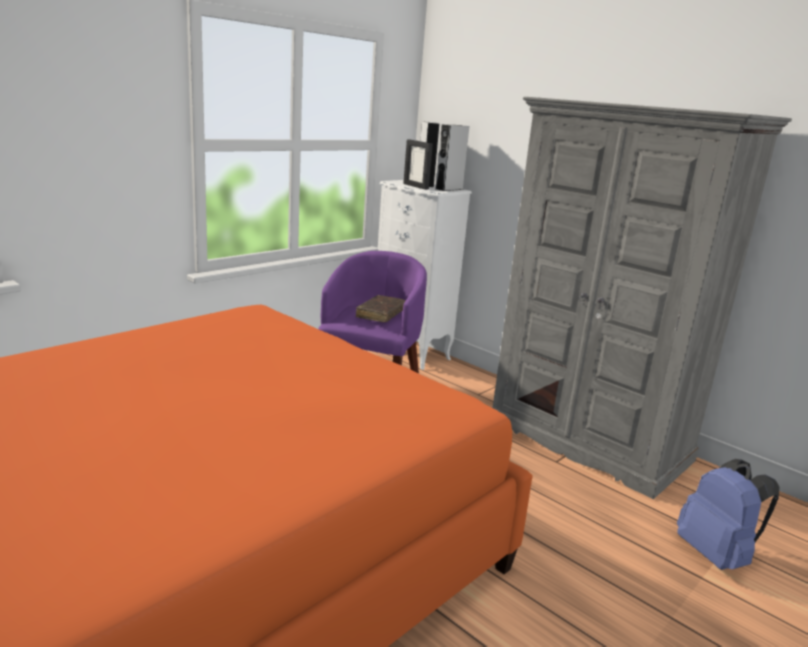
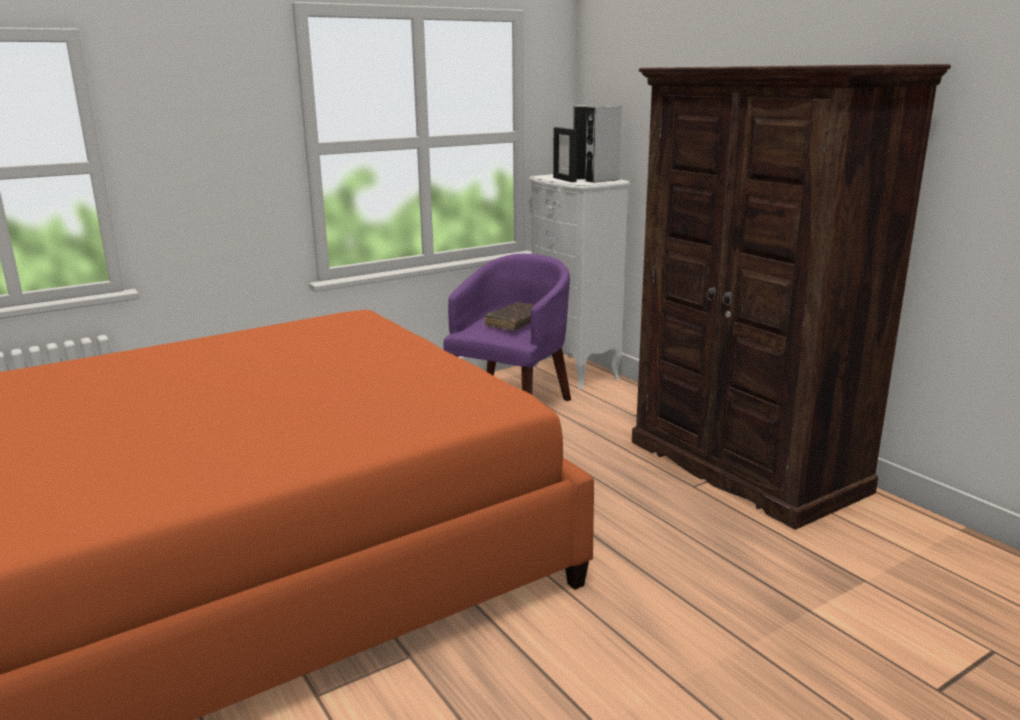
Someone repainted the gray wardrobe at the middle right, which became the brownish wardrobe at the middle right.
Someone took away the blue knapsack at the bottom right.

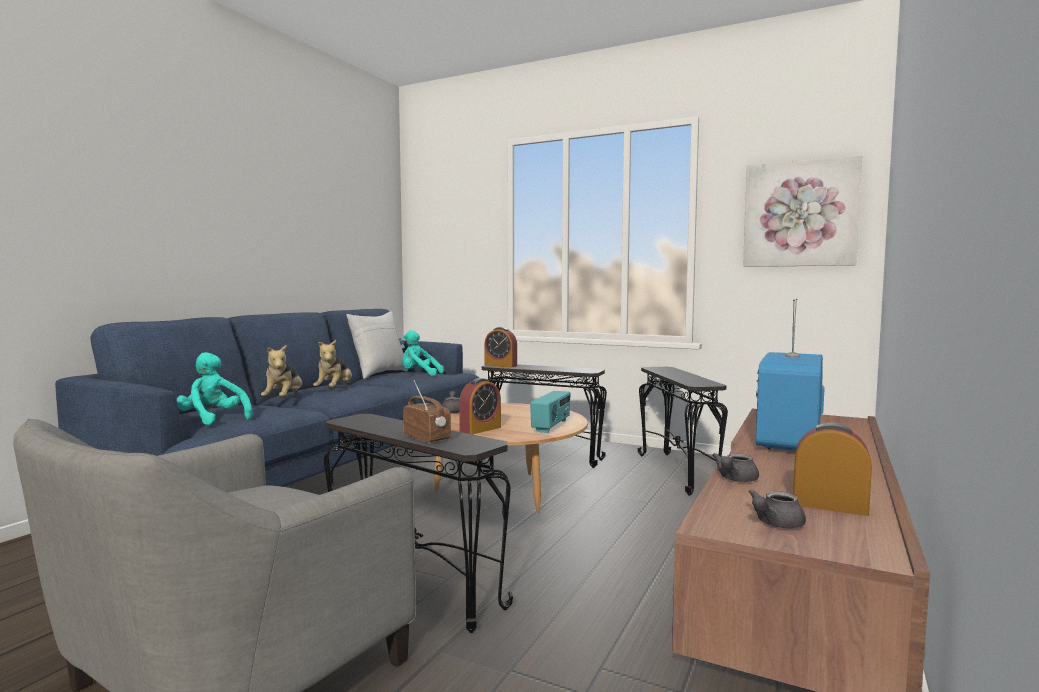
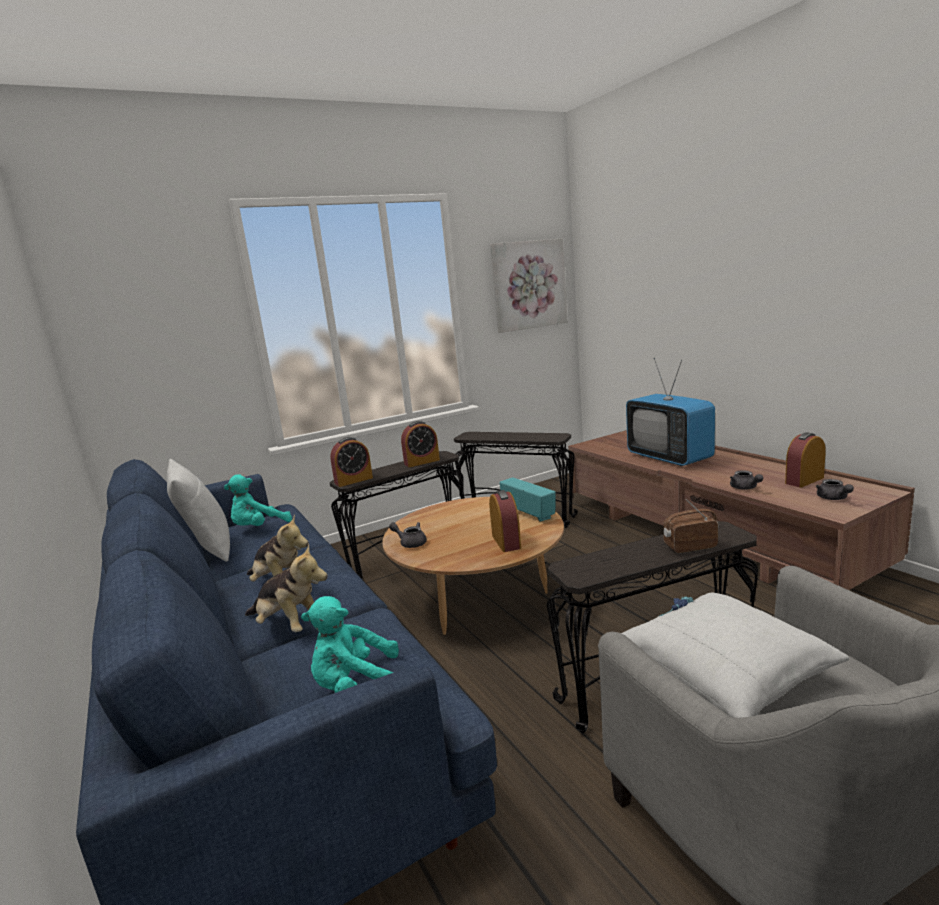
Someone put down the alarm clock (2nd from left) at the centre.
Someone put down the gray throw pillow (2nd from left) at the bottom right.

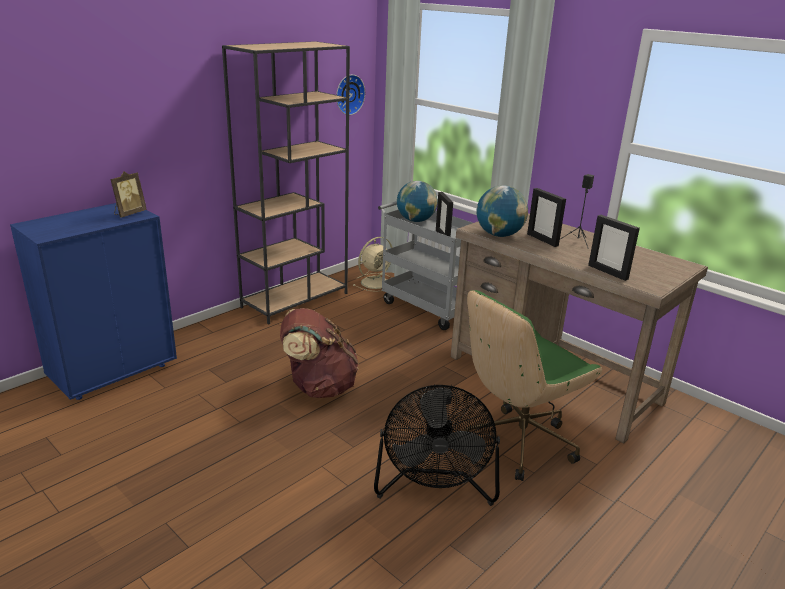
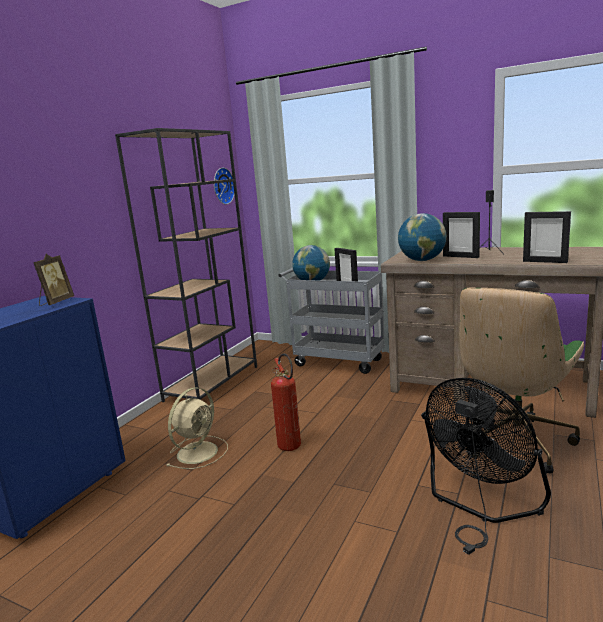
Someone carried the beige cooling fan from the centre to the bottom left.
Someone swapped the brownish knapsack at the centre for the extinguisher at the centre.
Someone rotated the black cooling fan at the bottom centre by 120 degrees counterclockwise.

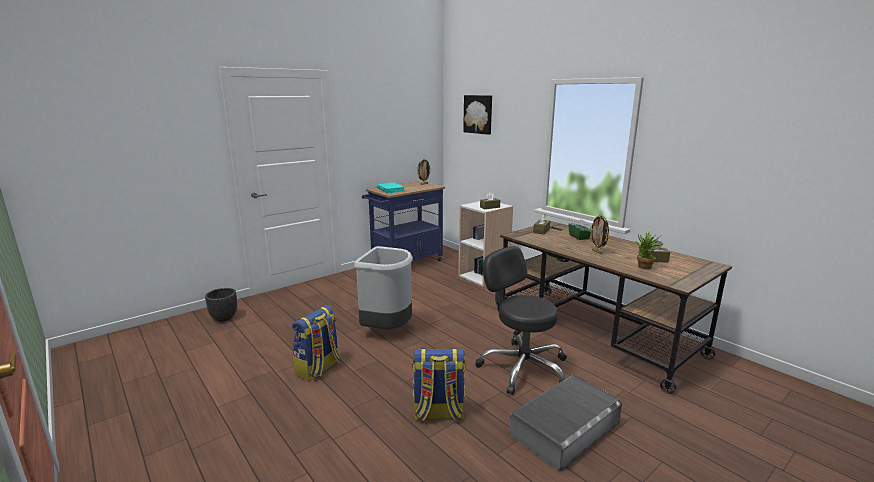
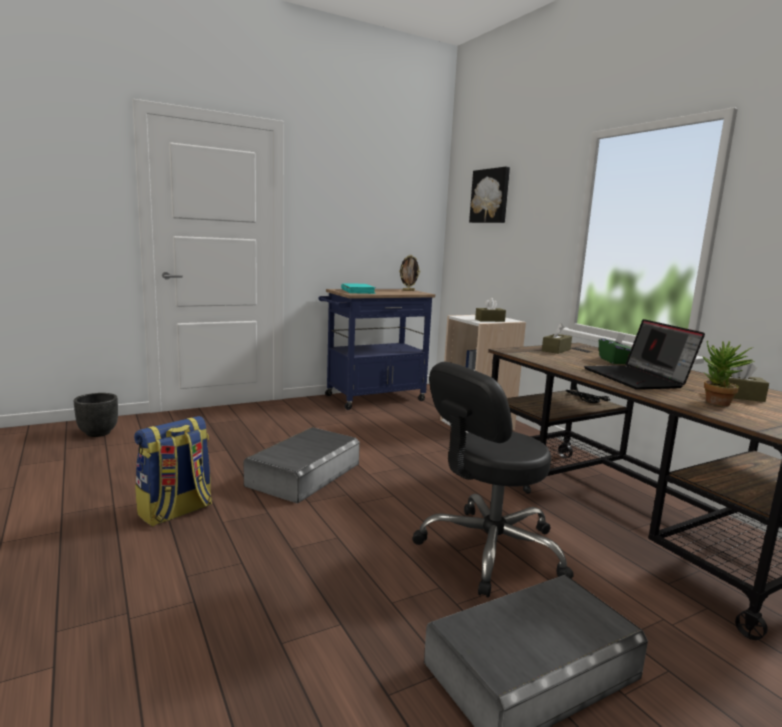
Someone swapped the picture frame (2nd from left) at the middle right for the laptop at the middle right.
Someone swapped the gray trash can at the centre for the gray storage bin (1st from left) at the centre.
Someone rotated the black desk chair at the centre by 90 degrees counterclockwise.
Someone took away the knapsack (2nd from left) at the bottom centre.

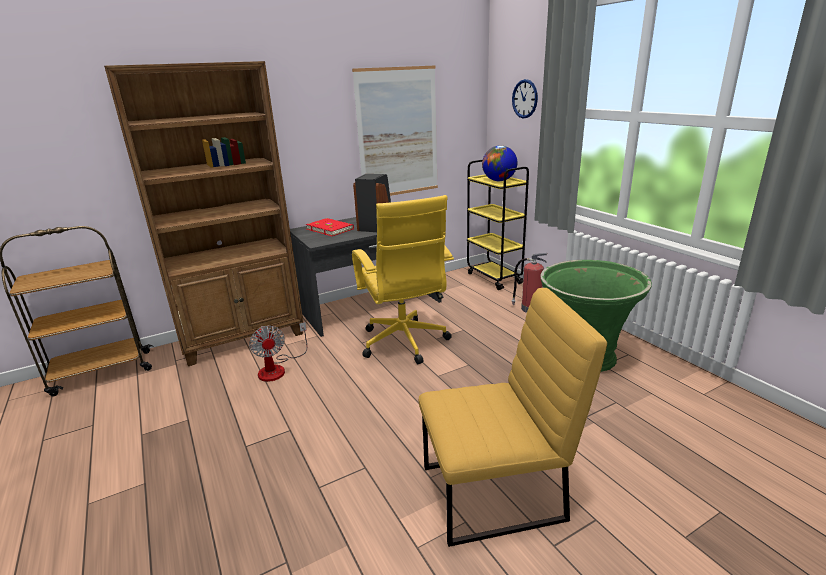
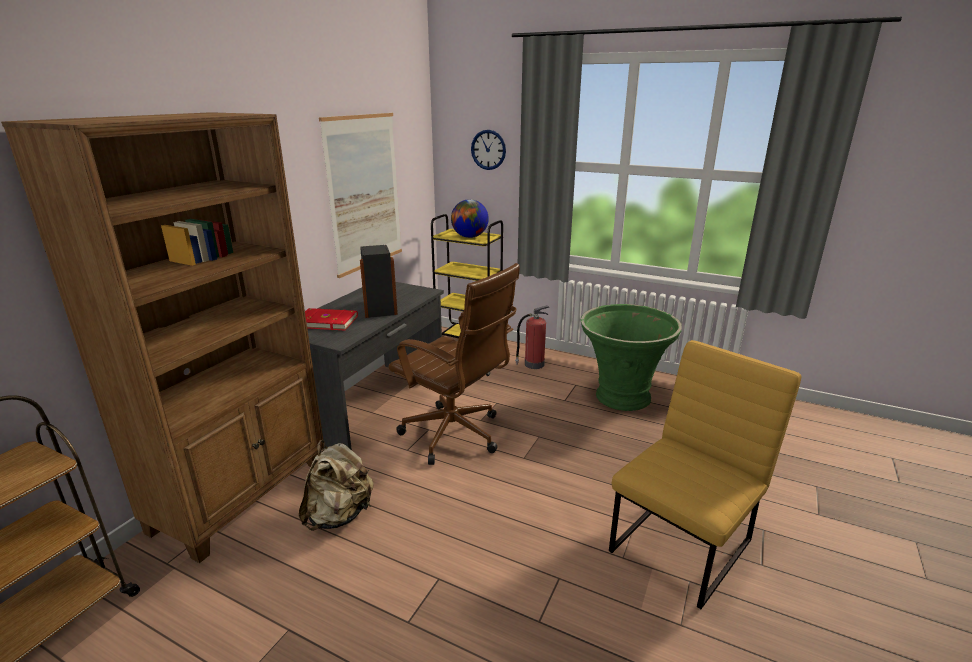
Someone repainted the yellow-coloured desk chair at the centre, which became the brownish desk chair at the centre.
Someone swapped the cooling fan at the centre for the beige knapsack at the bottom centre.

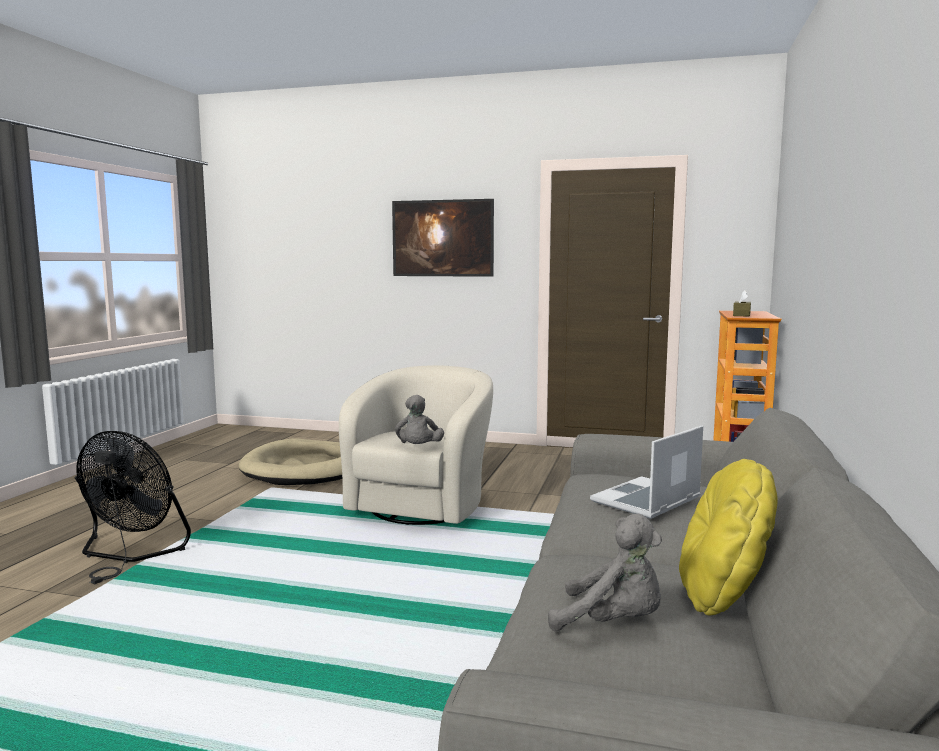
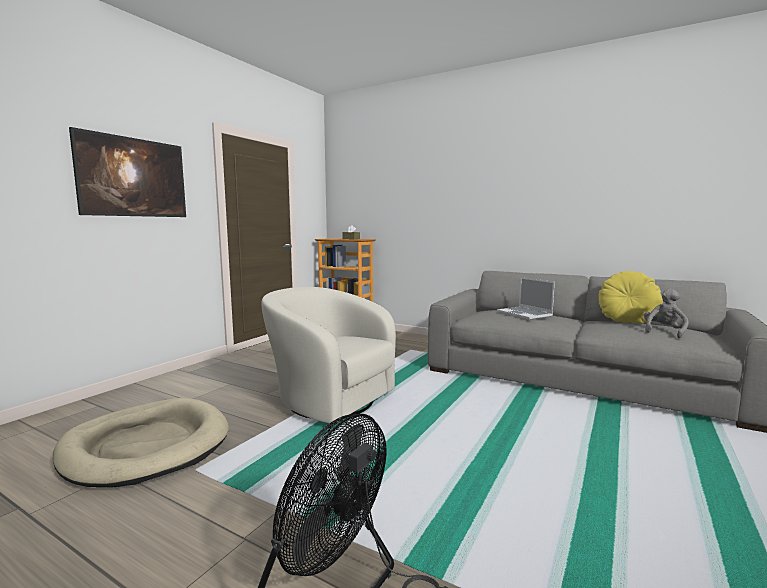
Someone took away the gray cuddly toy (1st from left) at the centre.

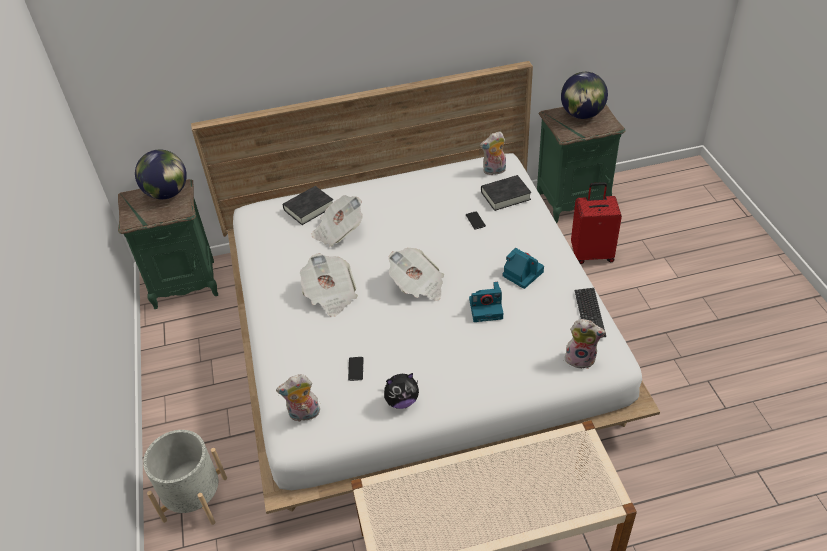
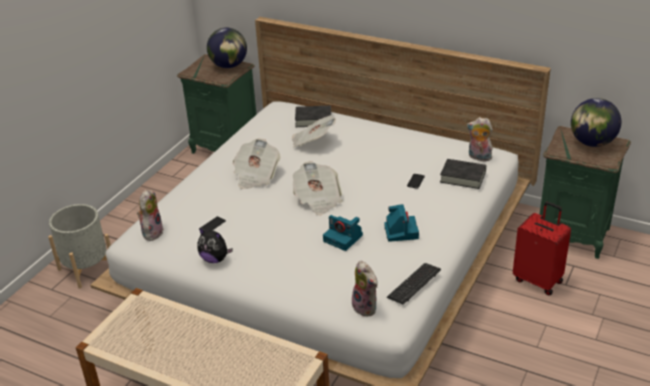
Someone rotated the cuddly toy (1st from left) at the bottom centre by 75 degrees clockwise.

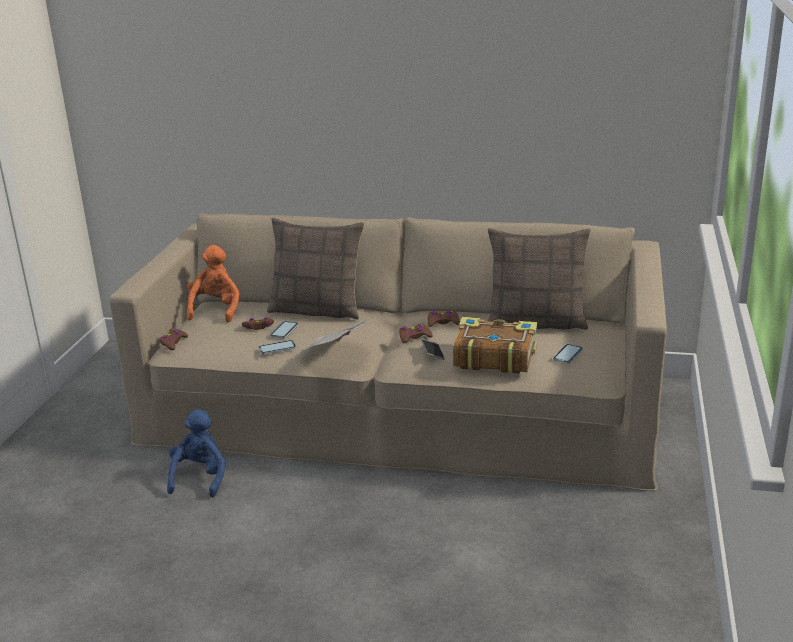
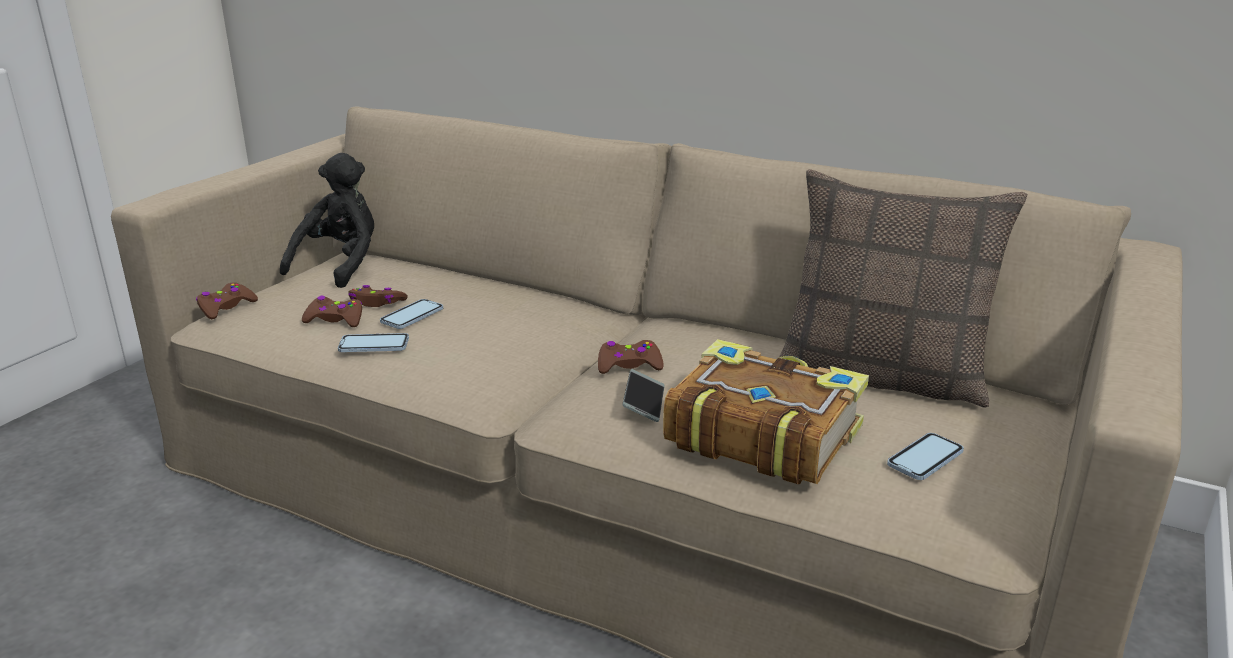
Someone took away the throw pillow (1st from left) at the centre.
Someone repainted the orangey cuddly toy at the middle left, which became the black cuddly toy at the middle left.
Someone carried the brownish gamepad (4th from left in the first image) from the centre to the middle left.
Someone took away the daily paper at the centre.
Someone took away the blue cuddly toy at the bottom left.

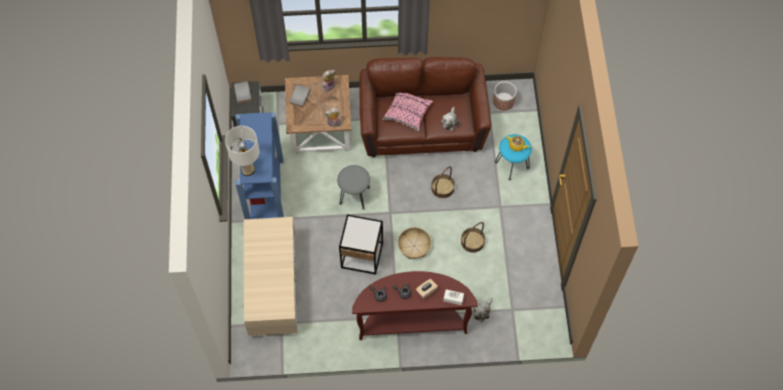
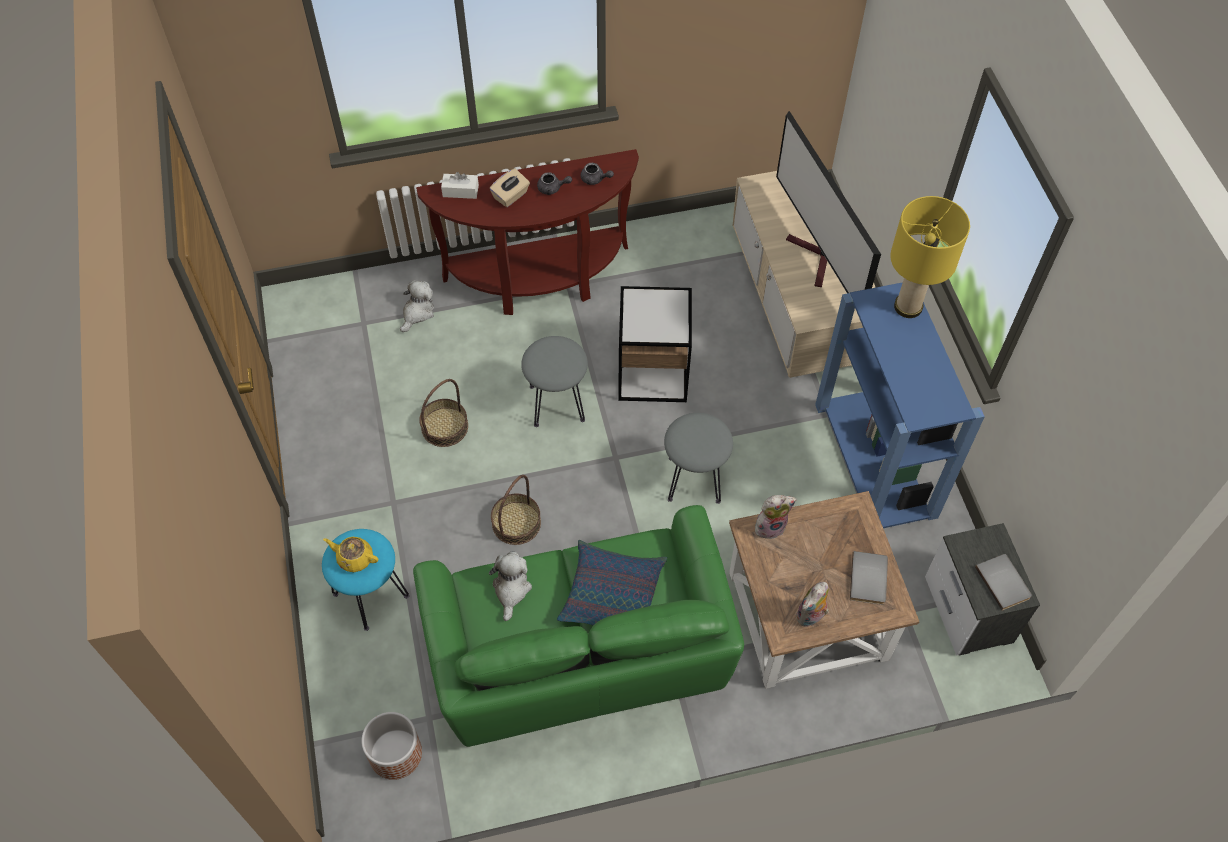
Someone repainted the brownish sofa at the top centre, which became the green sofa at the bottom centre.
Someone repainted the pinkish throw pillow at the top centre, which became the blue throw pillow at the bottom centre.
Someone repainted the white-coloured table lamp at the middle left, which became the yellow-coloured table lamp at the top right.
Someone swapped the storage basket (1st from left) at the centre for the gray sitting stool (1st from left) at the centre.
Someone put down the TV at the top right.

